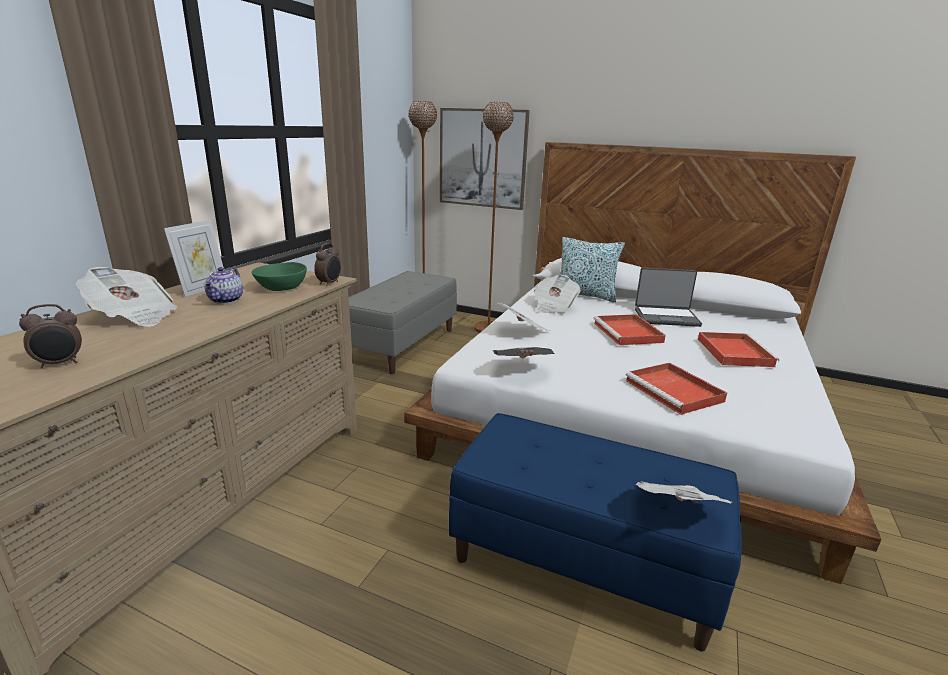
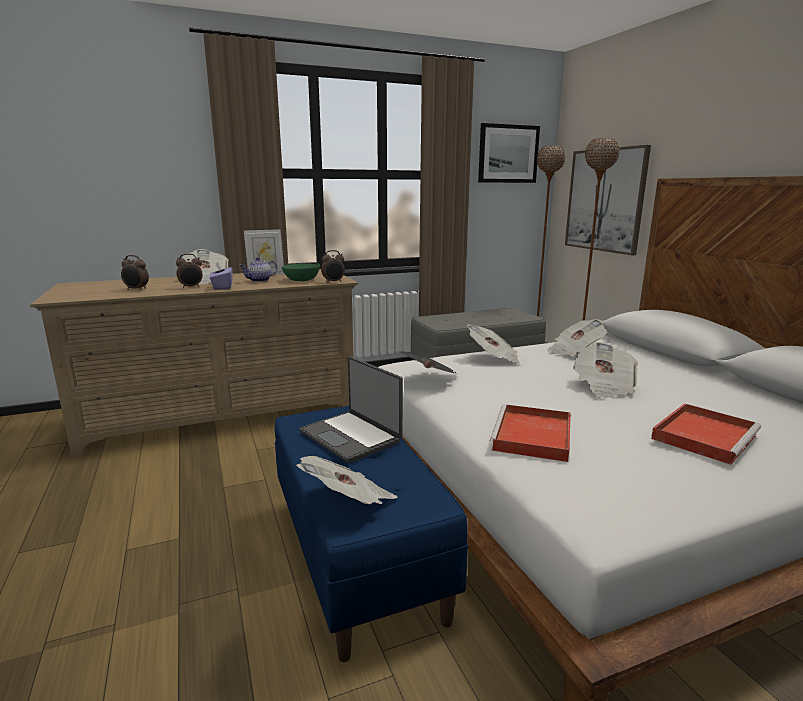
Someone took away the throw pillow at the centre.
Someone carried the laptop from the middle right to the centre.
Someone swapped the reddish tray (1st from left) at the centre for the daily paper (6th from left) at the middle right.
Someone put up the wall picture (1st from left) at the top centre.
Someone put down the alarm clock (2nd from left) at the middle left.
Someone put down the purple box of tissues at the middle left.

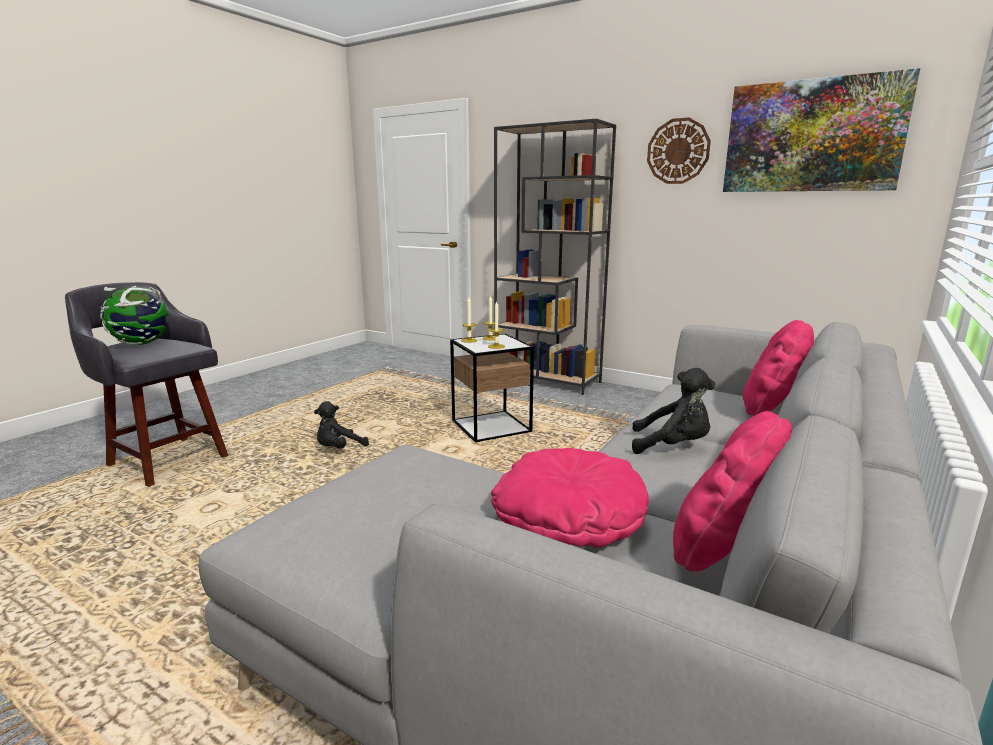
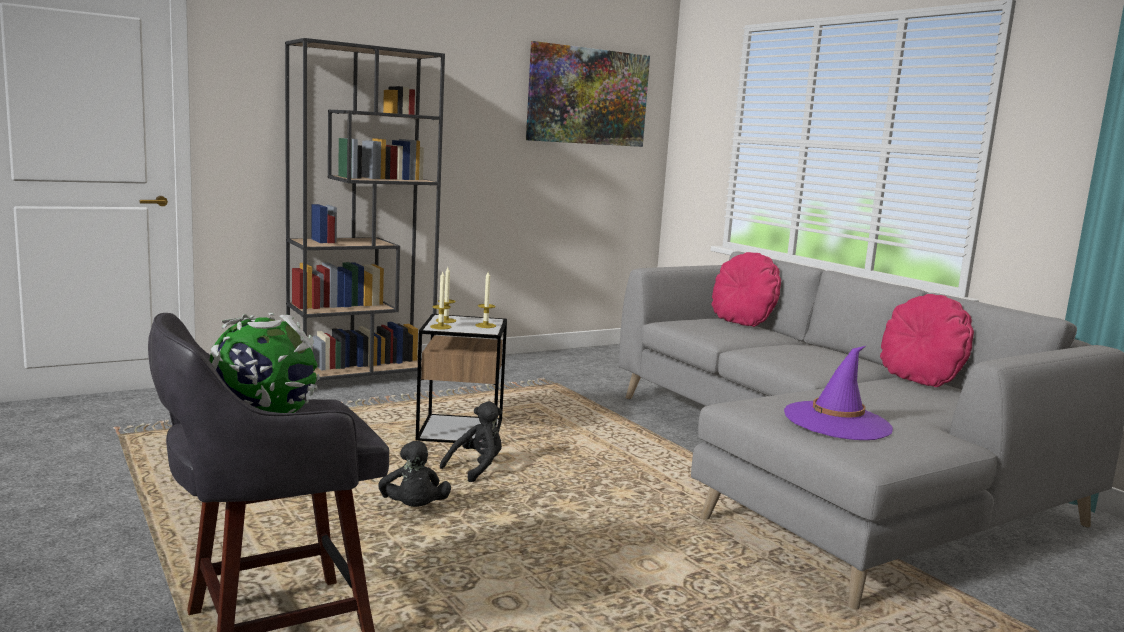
Someone took away the hanging clock at the top right.
Someone carried the black cuddly toy (2nd from left) from the middle right to the bottom centre.
Someone took away the pinkish throw pillow (1st from left) at the bottom centre.
Someone put down the purple hat at the middle right.

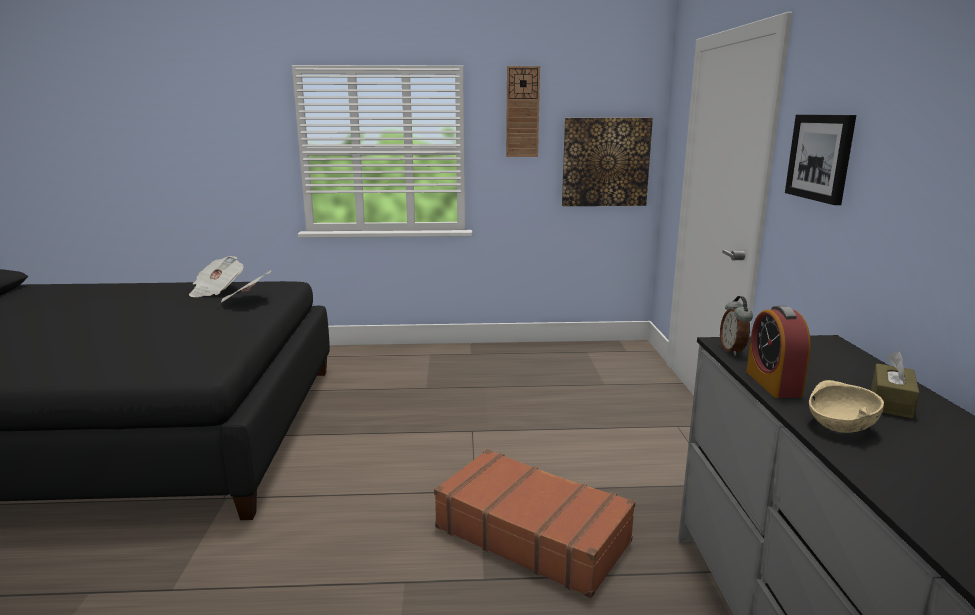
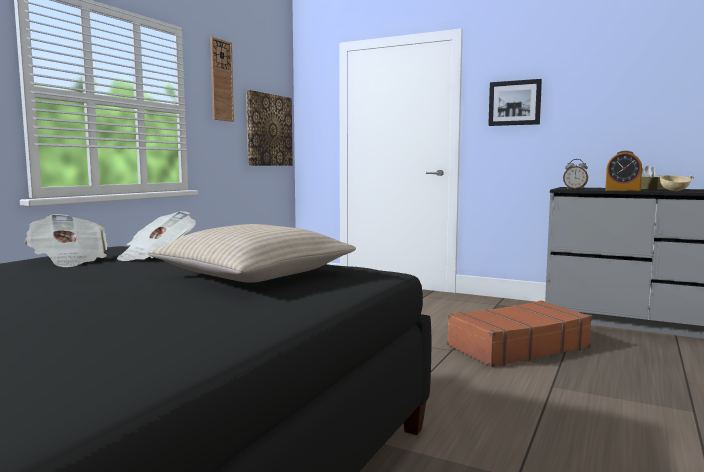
Someone put down the beige throw pillow at the centre.

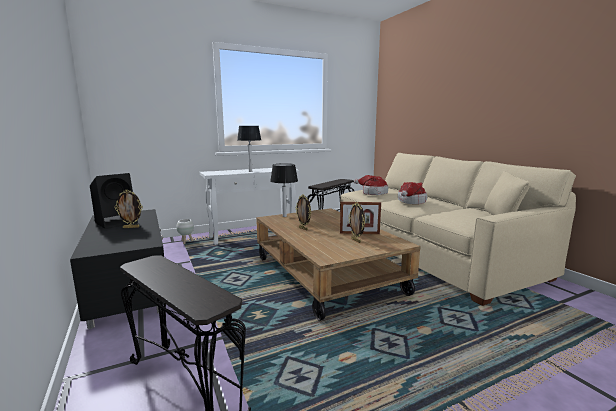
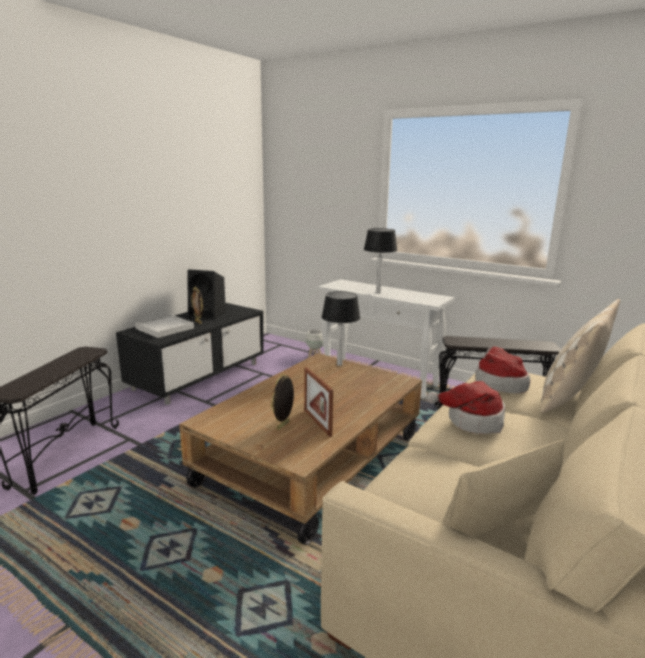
Someone took away the picture frame (2nd from left) at the centre.
Someone put down the beige throw pillow at the middle right.
Someone put down the white-coloured tray at the middle left.

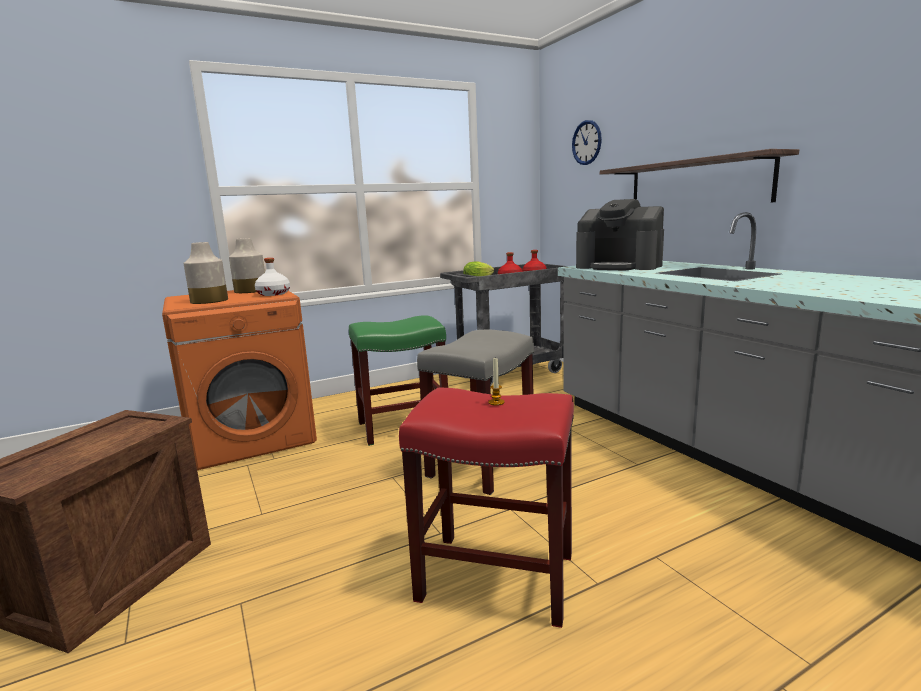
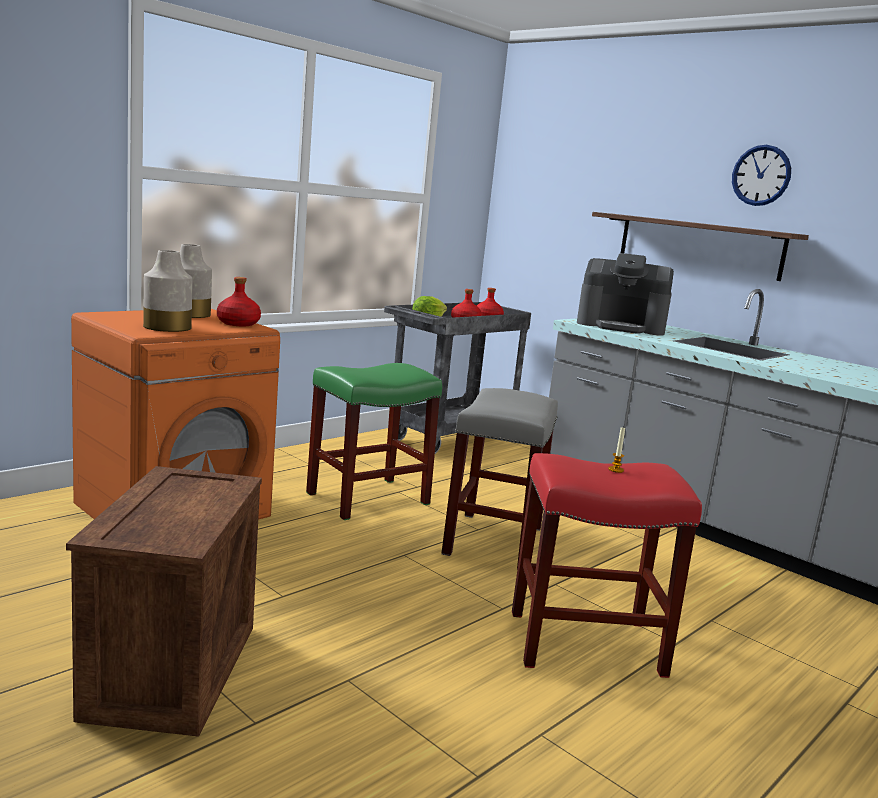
Someone carried the hanging clock from the top centre to the top right.
Someone repainted the white-coloured beverage bottle at the middle left, which became the reddish beverage bottle (1st from left) at the middle left.

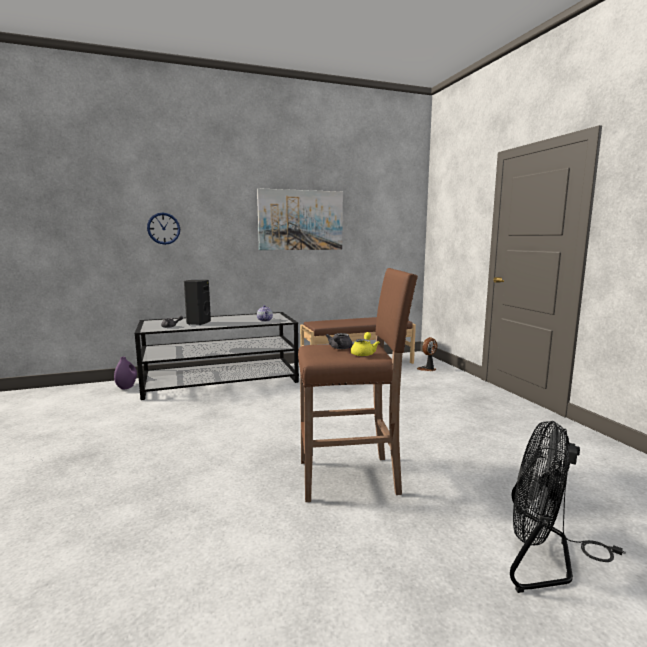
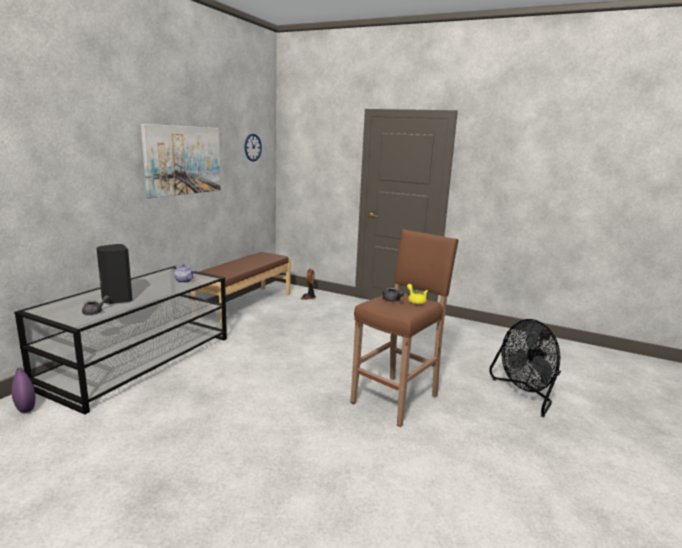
Someone carried the hanging clock from the middle left to the top centre.

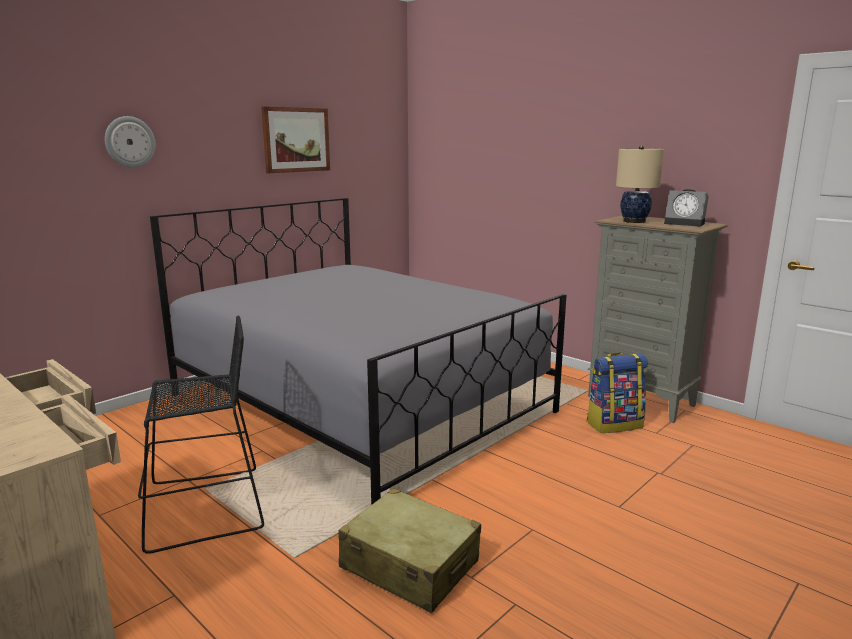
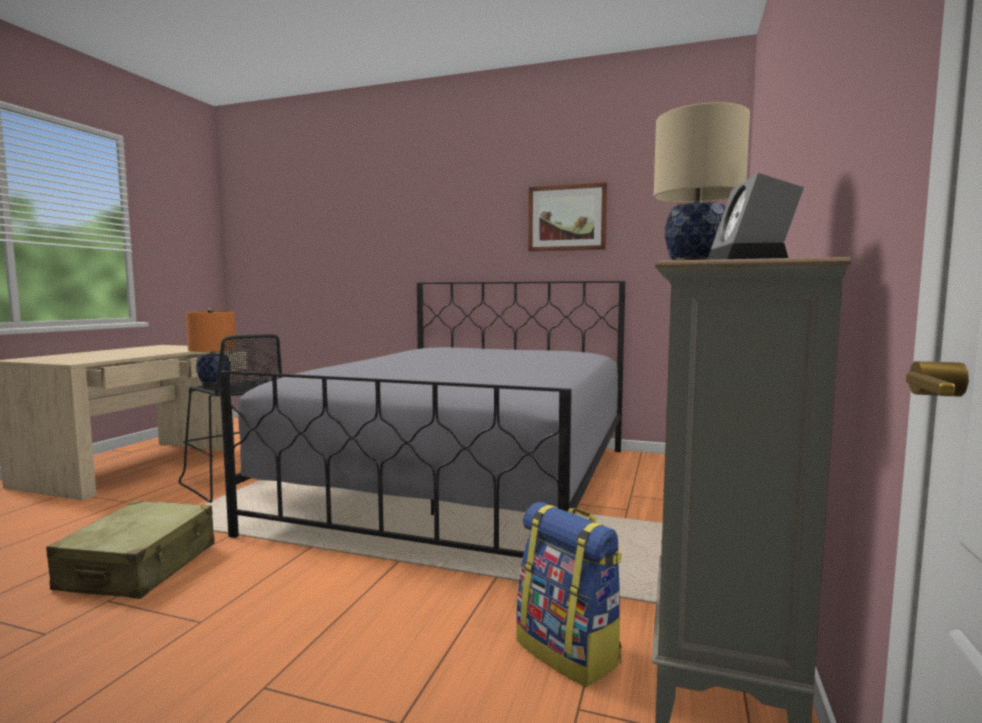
Someone took away the hanging clock at the top left.
Someone put down the orangey table lamp at the middle left.

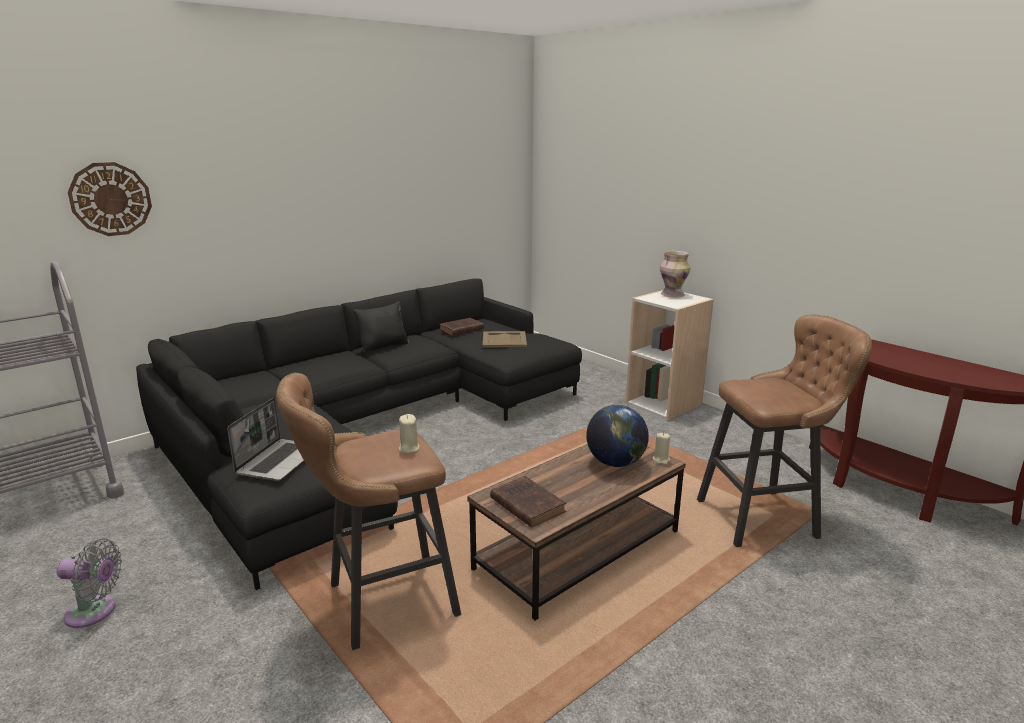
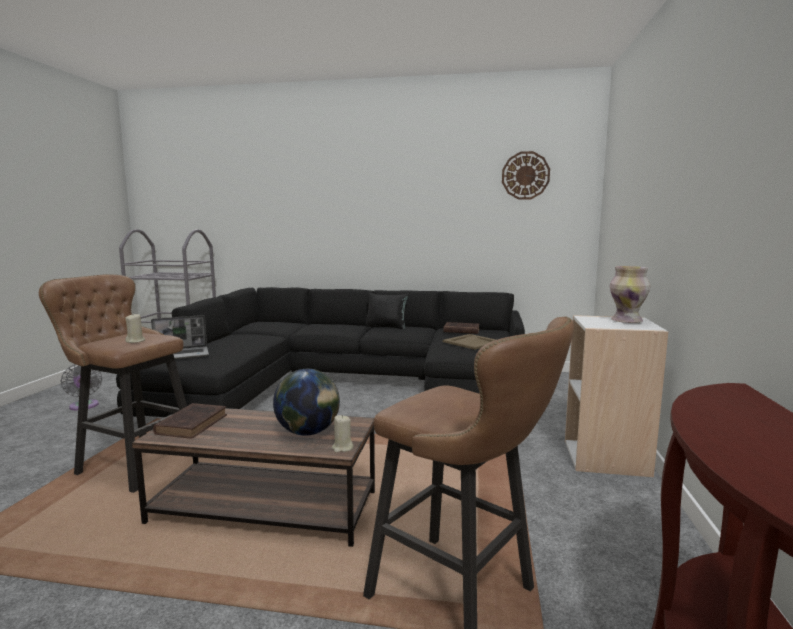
Someone carried the hanging clock from the top left to the top centre.

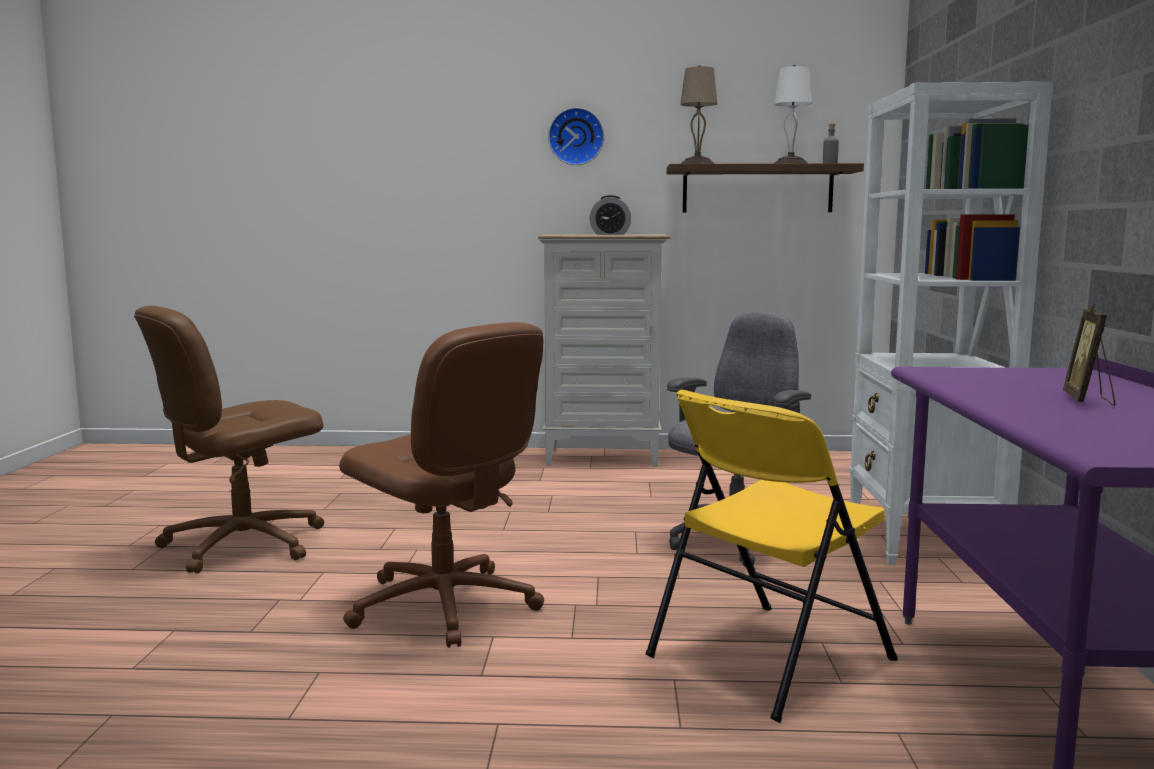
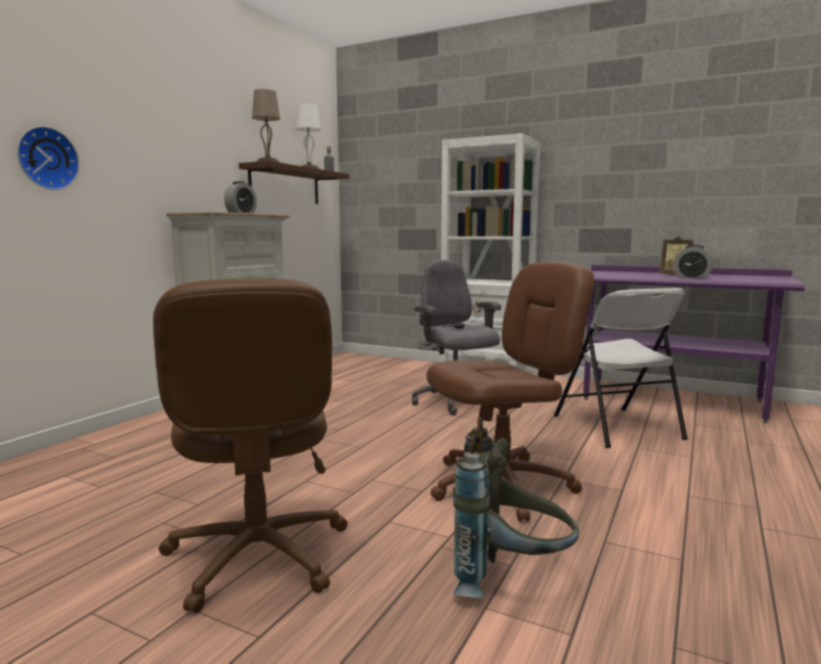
Someone carried the hanging clock from the top centre to the top left.
Someone repainted the yellow-coloured plain chair at the bottom right, which became the white-coloured plain chair at the middle right.
Someone put down the alarm clock (2nd from left) at the middle right.
Someone put down the gray knapsack at the bottom centre.

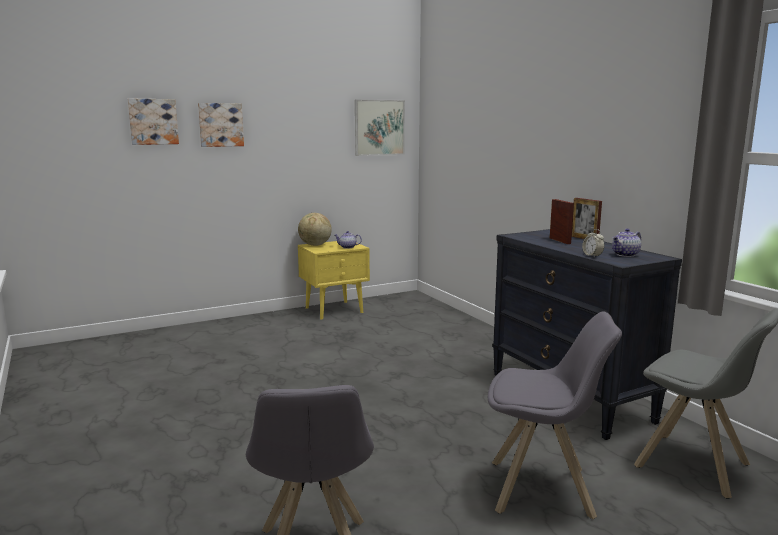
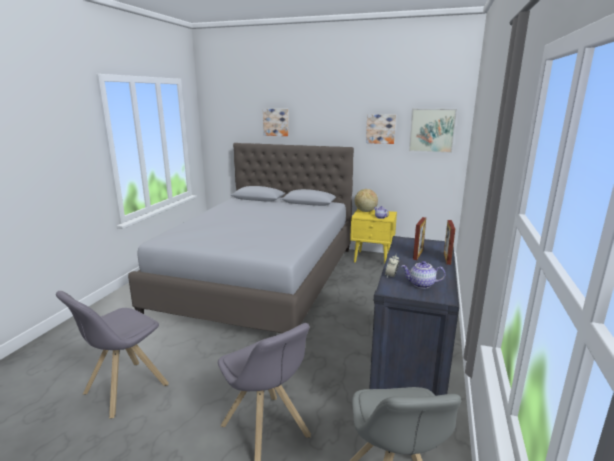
Someone carried the wall picture (2nd from left) from the top left to the top centre.
Someone put down the gray bed at the centre.

